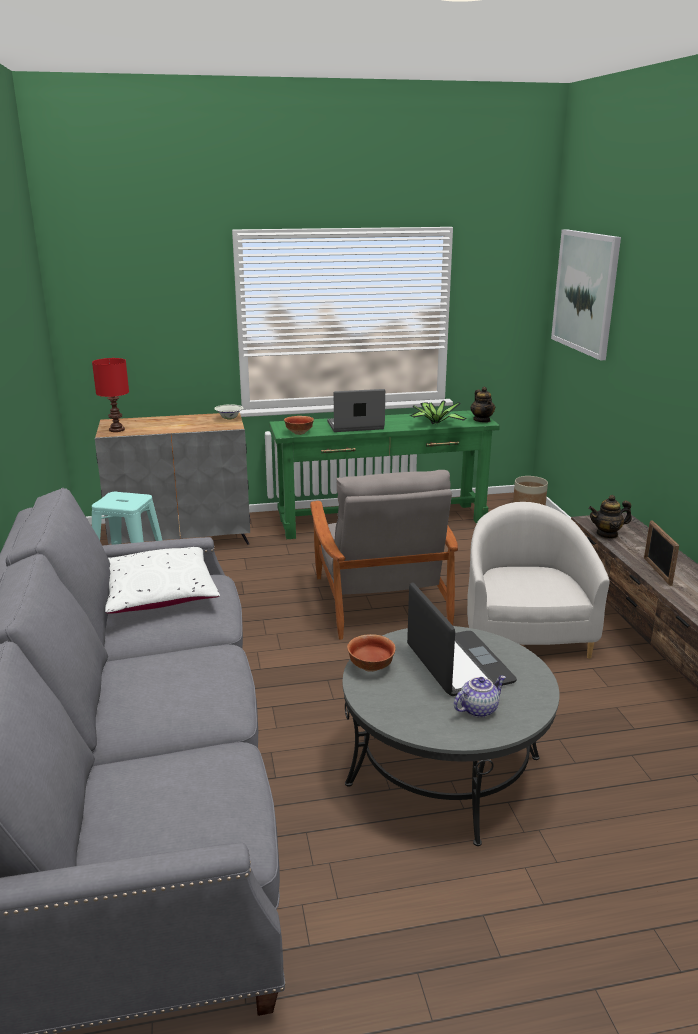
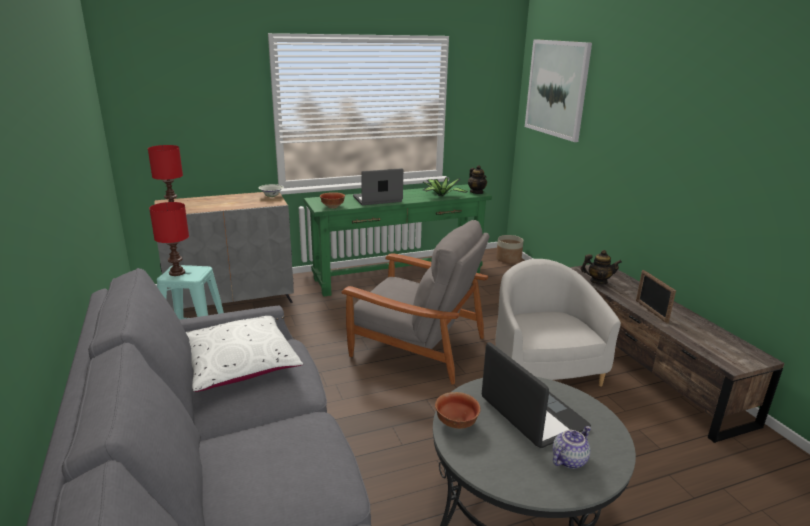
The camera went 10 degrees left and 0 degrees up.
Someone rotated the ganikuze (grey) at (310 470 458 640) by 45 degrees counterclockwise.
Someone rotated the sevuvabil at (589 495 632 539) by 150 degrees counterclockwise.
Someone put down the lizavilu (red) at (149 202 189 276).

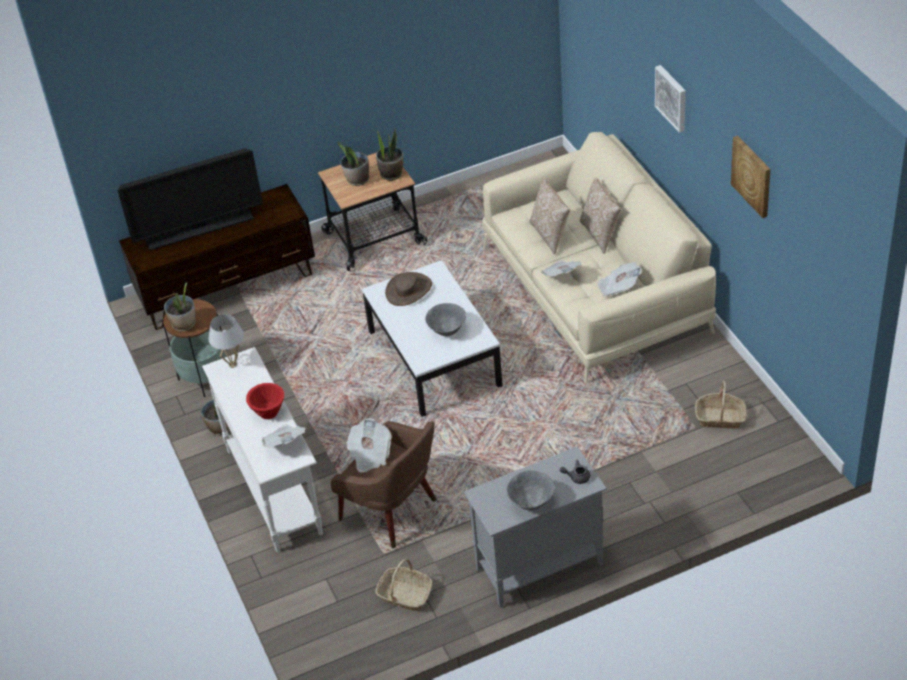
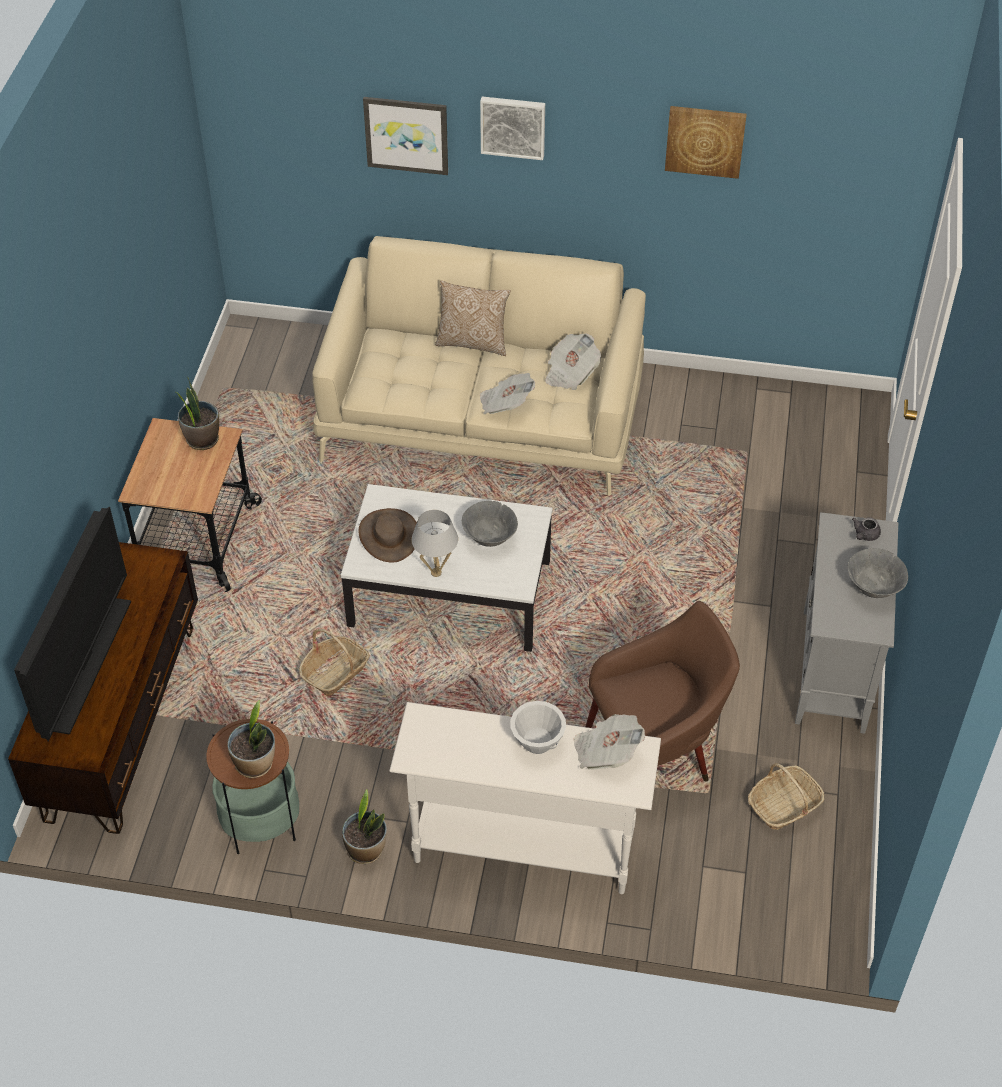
The camera went 60 degrees left and 5 degrees up.
Someone carried the lizavilu (white) from (209 314 244 368) to (411 510 458 577).
Someone repainted the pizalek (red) at (246 383 284 419), which became the pizalek (white) at (510 701 566 754).
Someone took away the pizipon at (338 142 369 186).
Someone took away the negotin at (346 418 392 473).
Someone took away the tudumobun at (530 179 570 255).
Someone carried the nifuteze from (695 380 747 428) to (299 629 370 696).
Someone put up the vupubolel at (363 97 448 175).

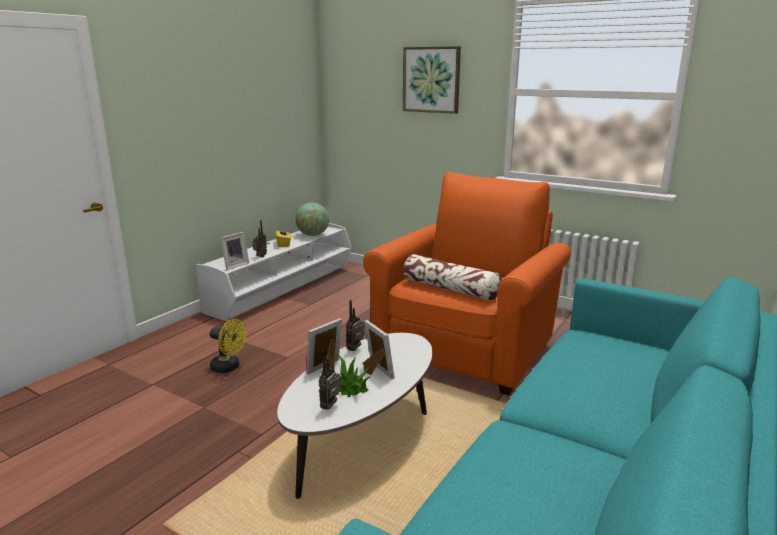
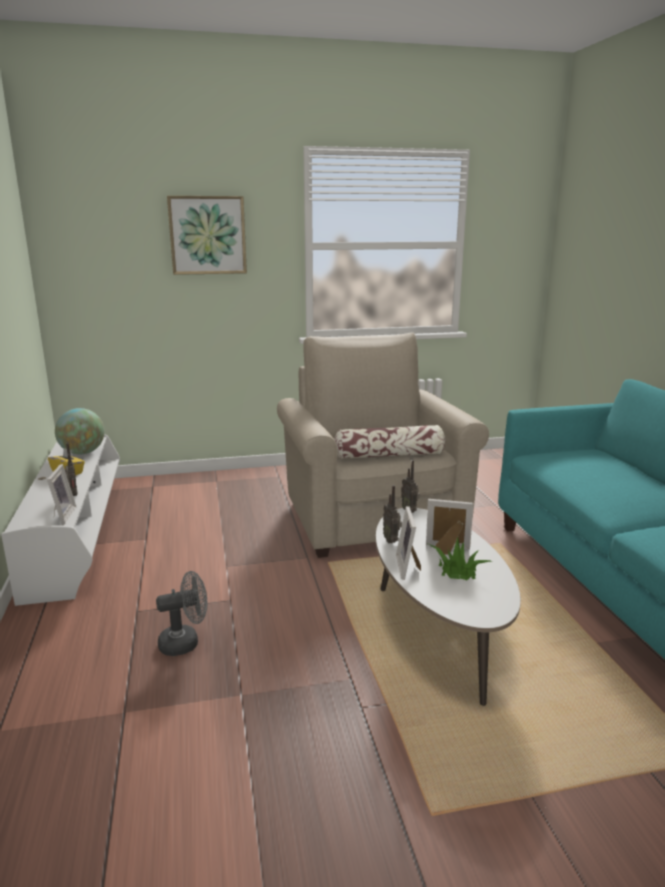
The camera went 45 degrees left and 0 degrees up.
Someone repainted the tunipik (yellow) at (210 319 247 373), which became the tunipik (grey) at (156 571 207 656).
Someone carried the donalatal from (319 350 341 410) to (401 460 420 513).
Someone repainted the ganikuze (orange) at (363 172 571 396), which became the ganikuze (beige) at (277 332 489 558).

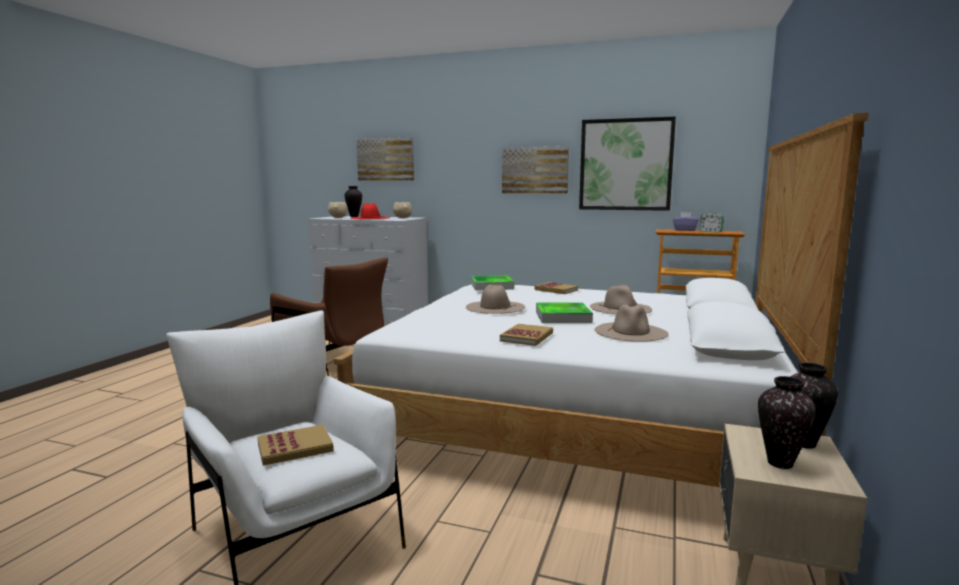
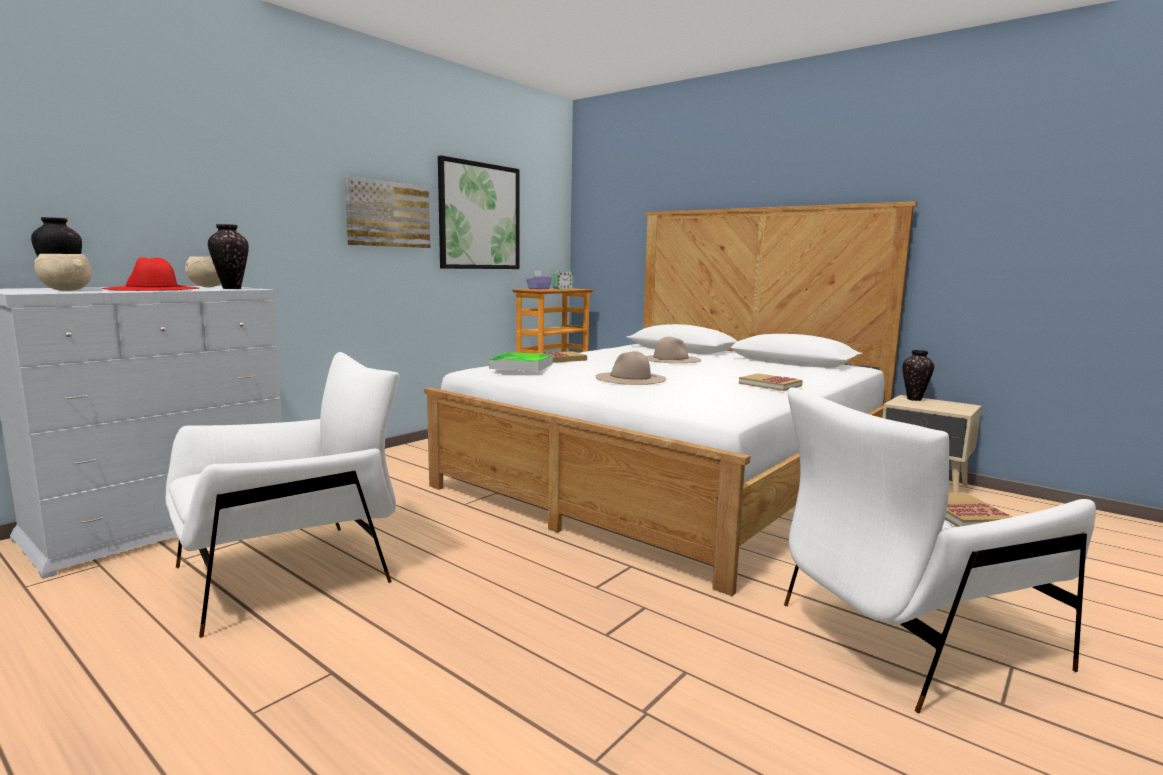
The camera went 70 degrees left and 0 degrees up.
Someone repainted the ganikuze (brown) at (270 257 388 376), which became the ganikuze (white) at (166 352 399 638).
Someone took away the vupubolel at (357 137 414 181).
Someone took away the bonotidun at (536 302 593 323).
Someone took away the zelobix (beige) at (595 304 669 342).
Someone carried the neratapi from (758 376 816 469) to (208 224 249 289).

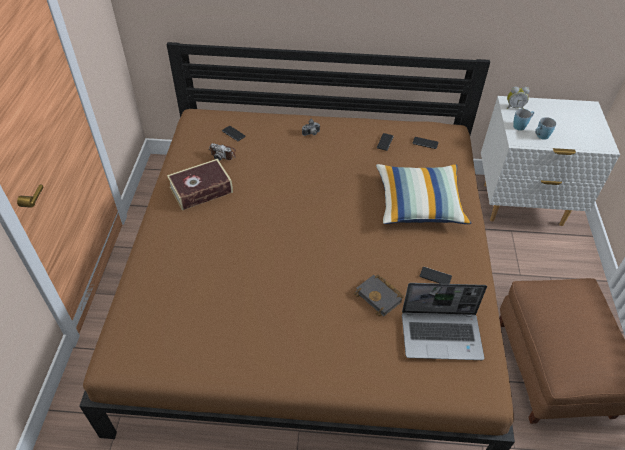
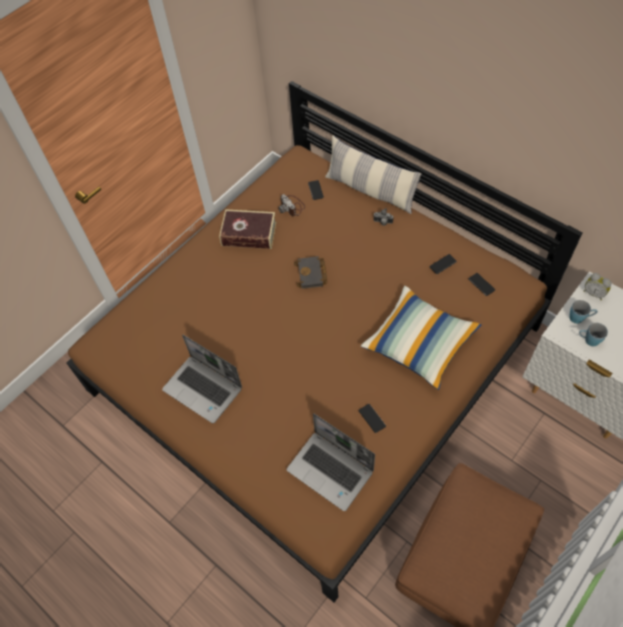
The camera went 40 degrees right and 10 degrees up.
Someone carried the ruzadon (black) from (354 275 404 317) to (294 256 327 289).
Someone put down the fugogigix at (162 334 242 423).
Someone put down the tudumobun at (325 135 422 214).

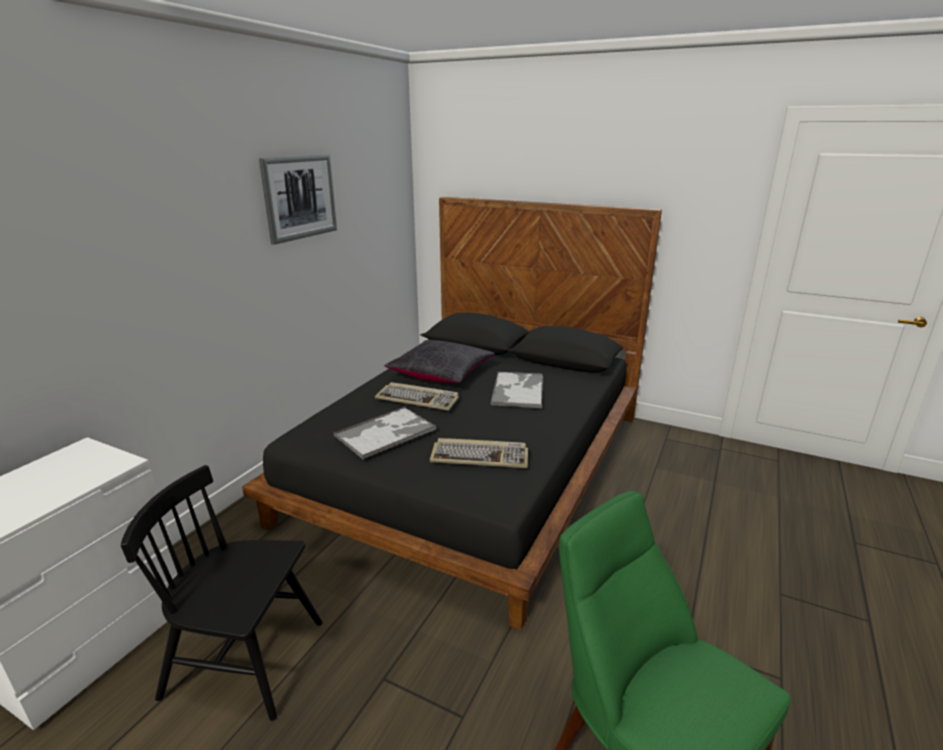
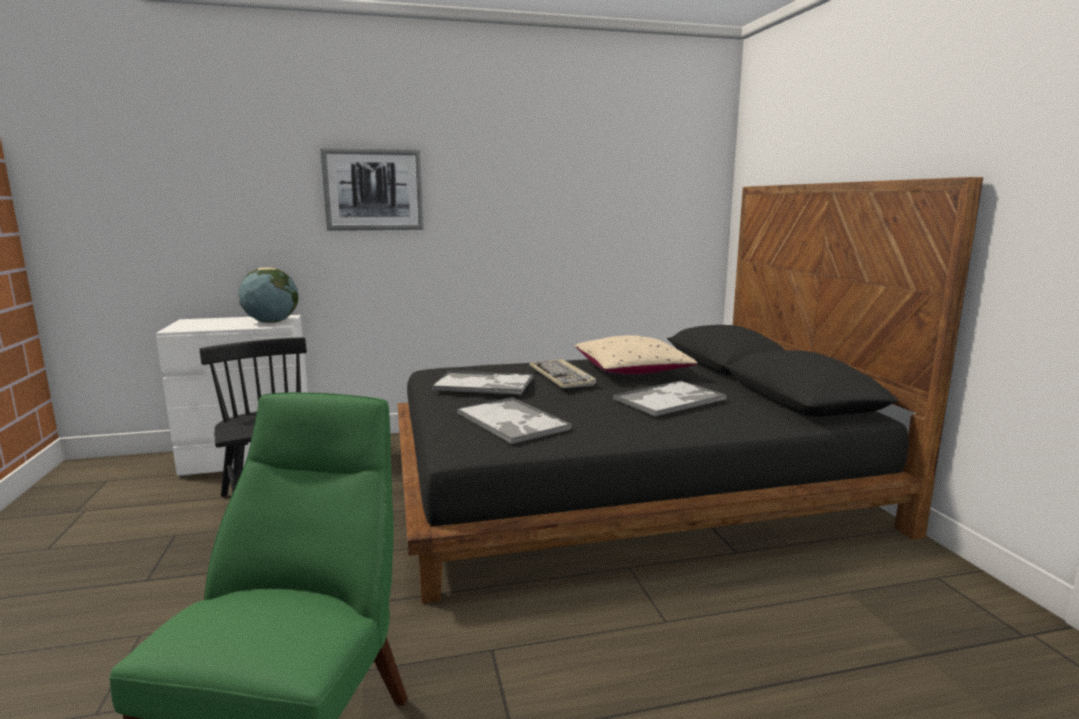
The camera went 50 degrees right and 10 degrees down.
Someone carried the vupubolel from (259 155 337 245) to (320 148 424 231).
Someone repainted the tudumobun (black) at (384 340 495 383), which became the tudumobun (beige) at (575 335 697 375).
Someone swapped the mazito at (430 438 528 468) for the bonotidun at (457 397 572 444).
Someone put down the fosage at (239 267 298 323).

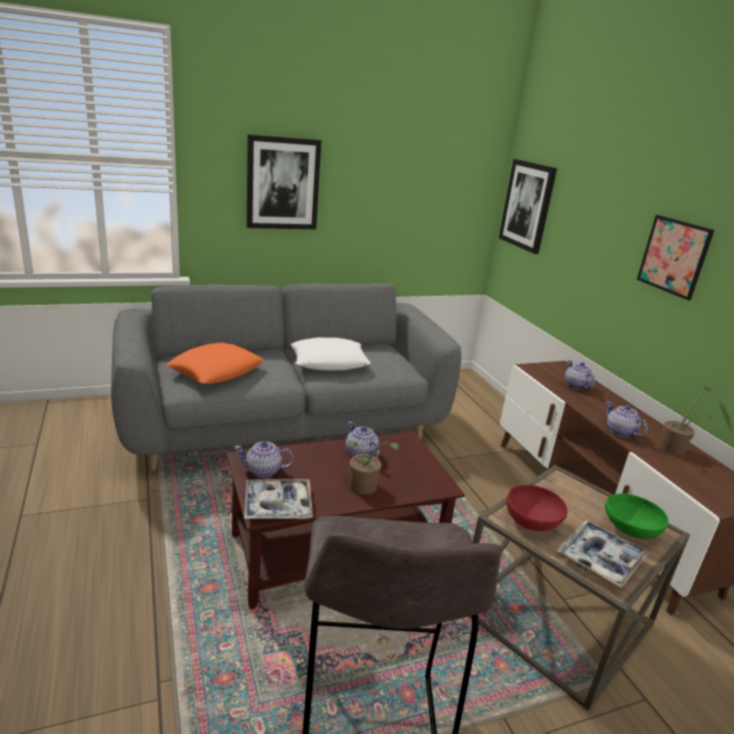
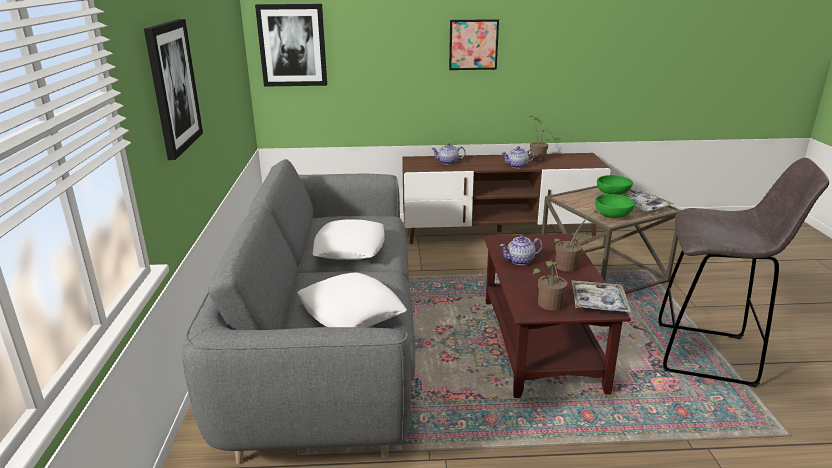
The camera went 70 degrees left and 0 degrees up.
Someone repainted the tudumobun (orange) at (167 343 264 384), which became the tudumobun (white) at (298 272 407 327).
Someone swapped the sevuvabil at (235 441 294 478) for the pizipon at (533 261 567 311).
Someone repainted the pizalek (red) at (506 485 568 531), which became the pizalek (green) at (595 194 635 218).

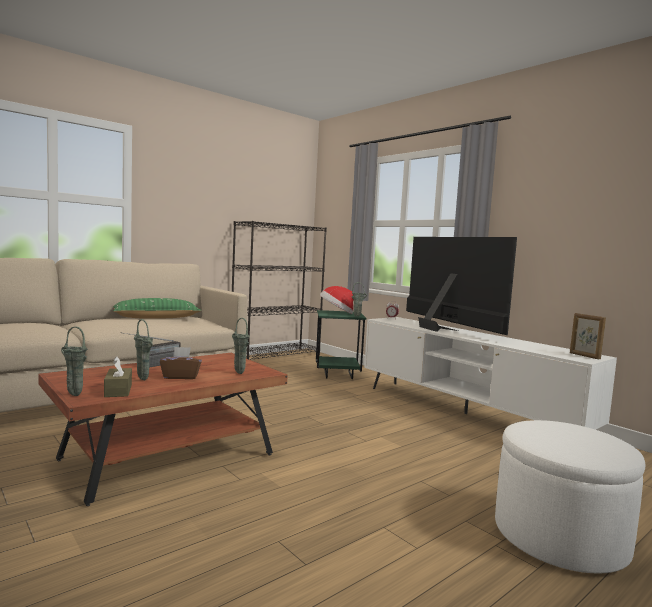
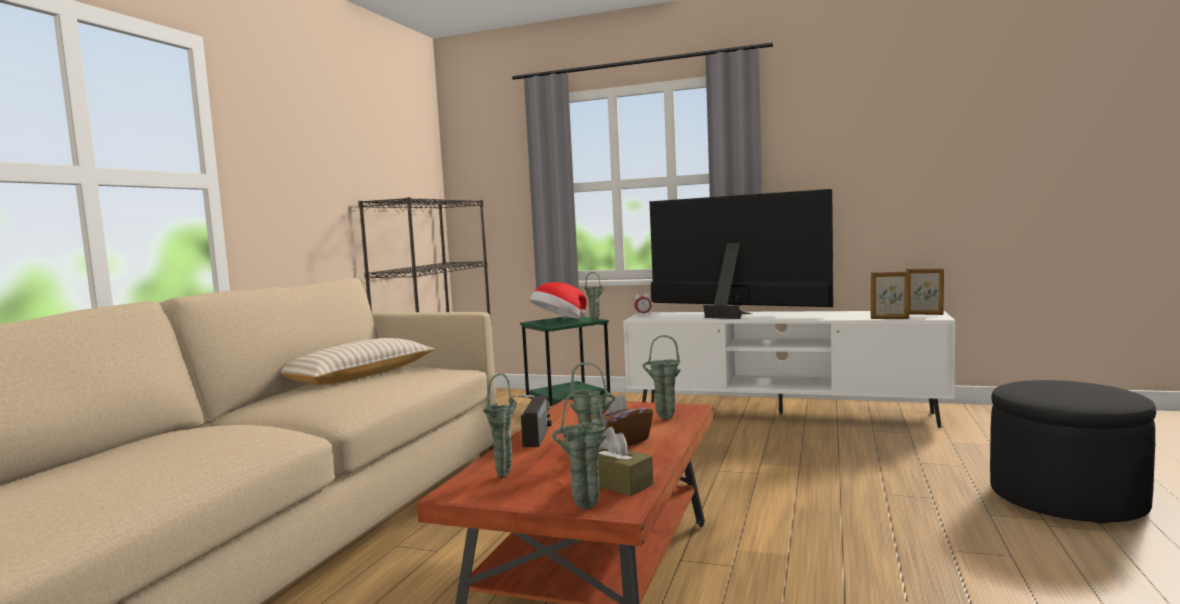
The camera went 30 degrees left and 0 degrees up.
Someone repainted the tudumobun (green) at (113 298 202 319), which became the tudumobun (beige) at (281 338 435 385).
Someone repainted the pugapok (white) at (495 420 645 573), which became the pugapok (black) at (990 380 1156 523).
Someone put down the neratapi (green) at (483 373 517 478).
Someone put down the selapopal at (871 271 910 319).

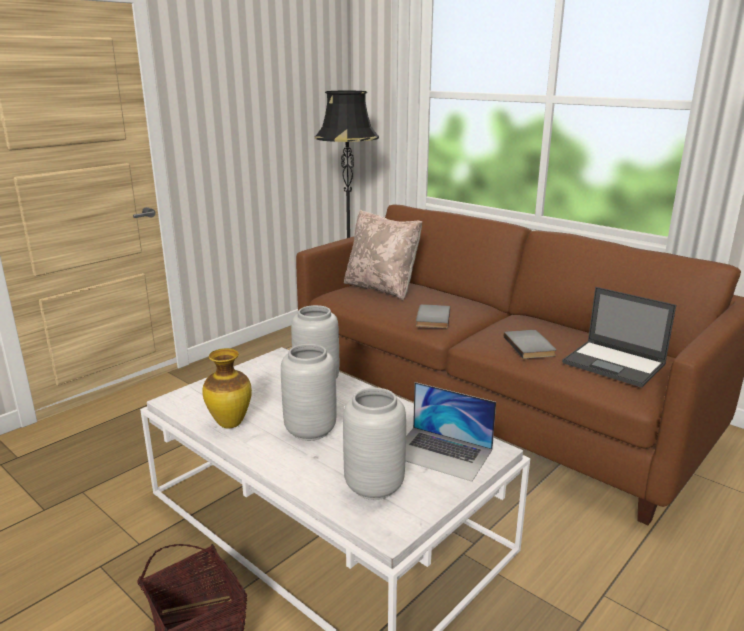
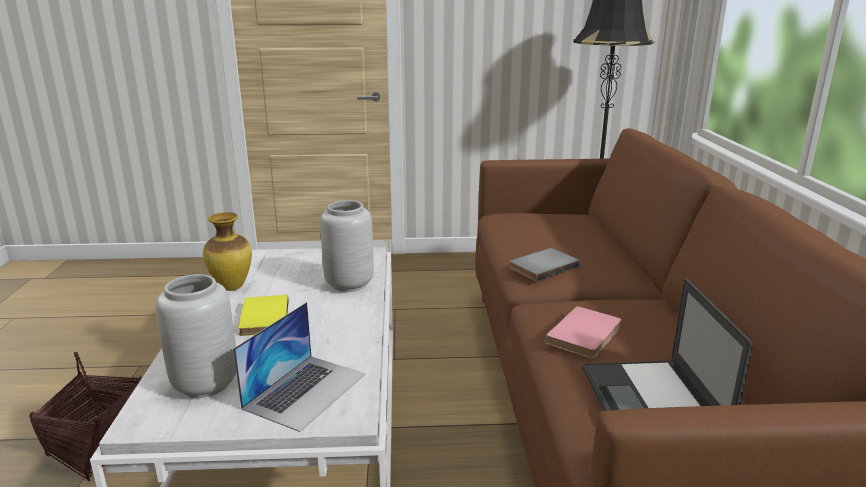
The camera went 45 degrees right and 0 degrees up.
Someone swapped the neratapi (grey) at (281 344 337 441) for the ruzadon (yellow) at (238 295 289 336).
Someone took away the tudumobun (beige) at (344 210 422 301).
Someone rotated the fugogigix at (405 382 496 482) by 135 degrees counterclockwise.
Someone repainted the ruzadon (grey) at (504 330 556 359), which became the ruzadon (pink) at (545 306 621 358).

